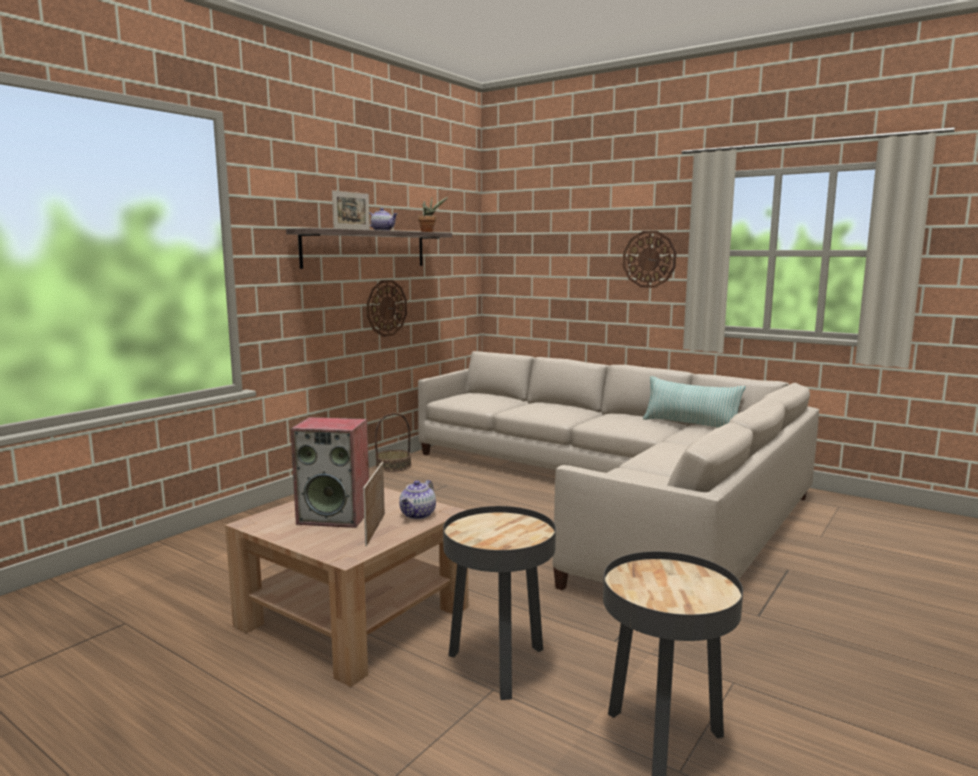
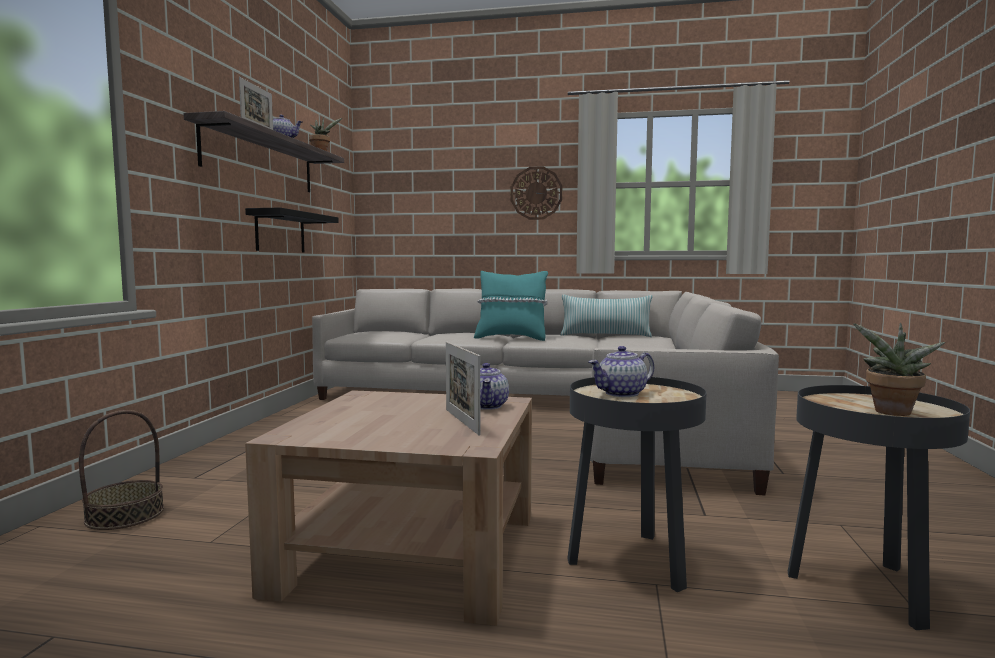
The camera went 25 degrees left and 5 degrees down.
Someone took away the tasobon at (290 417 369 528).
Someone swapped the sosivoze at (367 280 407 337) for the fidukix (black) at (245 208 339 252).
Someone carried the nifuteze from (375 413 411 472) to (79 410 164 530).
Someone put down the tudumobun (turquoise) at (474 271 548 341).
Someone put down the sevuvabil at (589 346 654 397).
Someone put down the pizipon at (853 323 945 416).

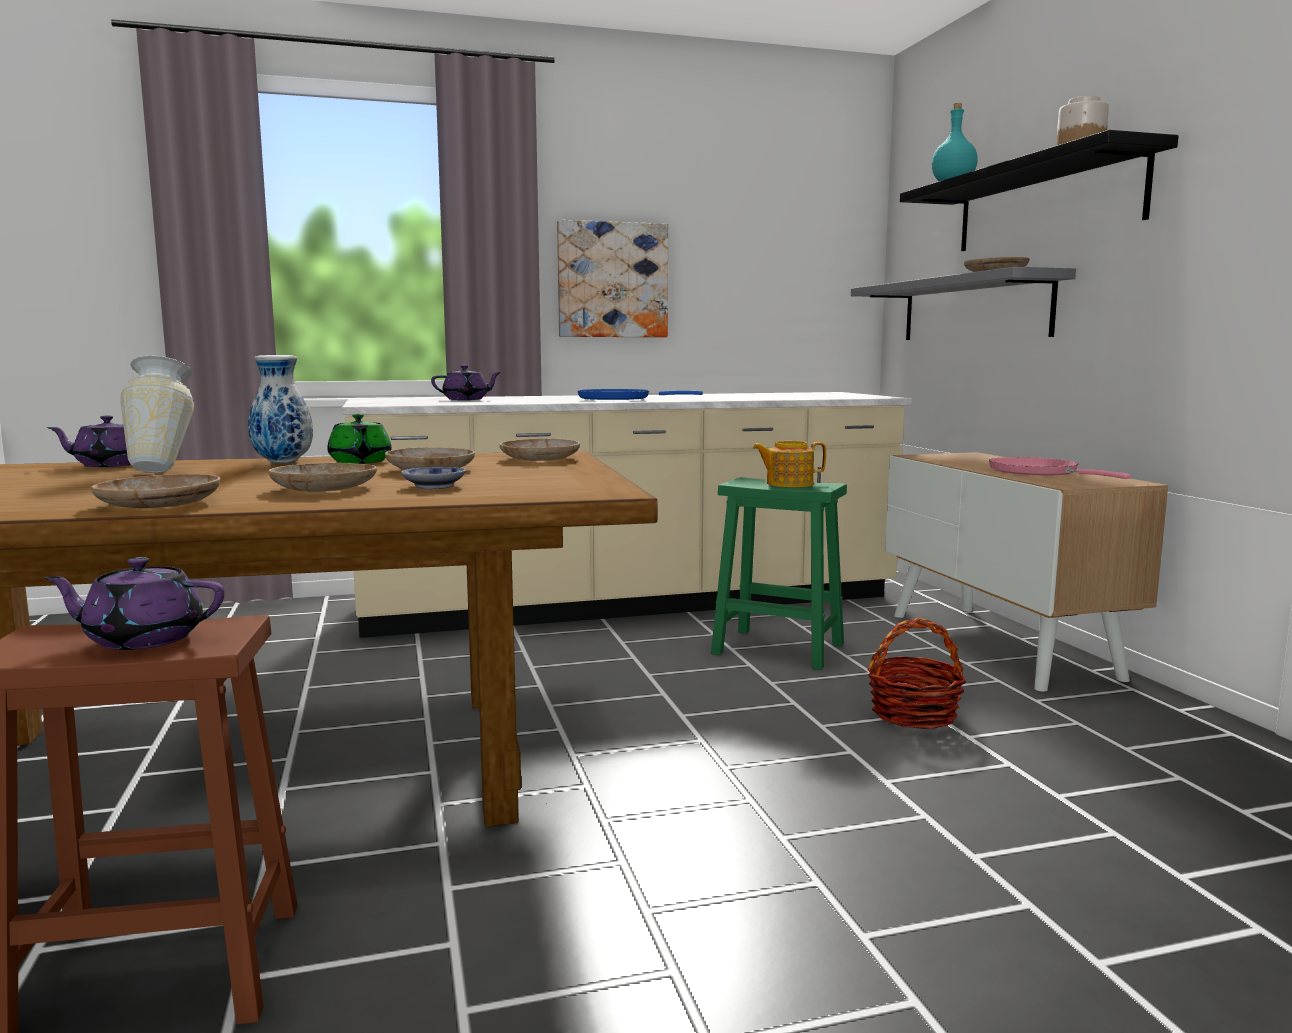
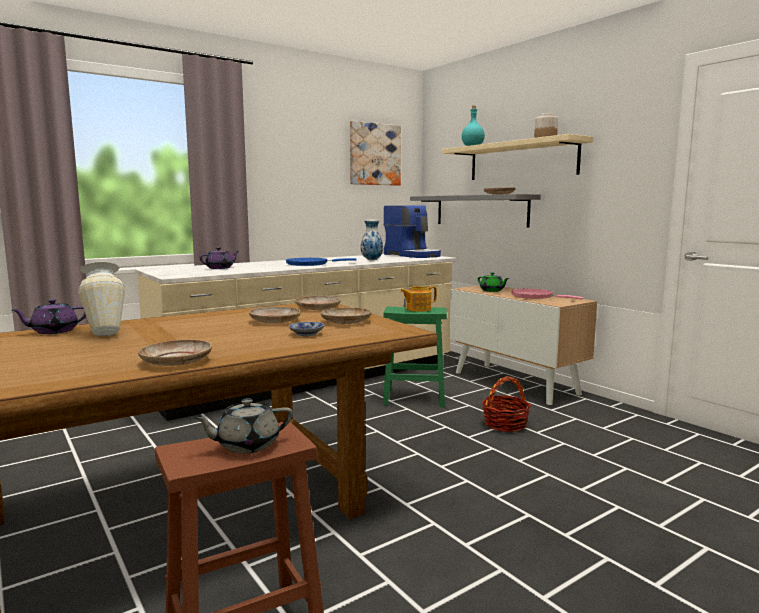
The camera went 20 degrees left and 0 degrees up.
Someone repainted the sevuvabil (purple) at (43 557 225 650), which became the sevuvabil (grey) at (192 398 293 453).
Someone carried the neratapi from (248 355 313 463) to (361 220 383 260).
Someone carried the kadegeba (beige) from (268 463 377 492) to (321 307 372 324).
Someone carried the sevuvabil (green) from (327 414 392 464) to (478 273 509 292).
Someone carried the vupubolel from (557 220 668 337) to (350 121 401 186).
Someone repainted the fidukix (black) at (900 130 1178 251), which became the fidukix (beige) at (442 134 593 180).
Someone put down the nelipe at (384 205 441 258).

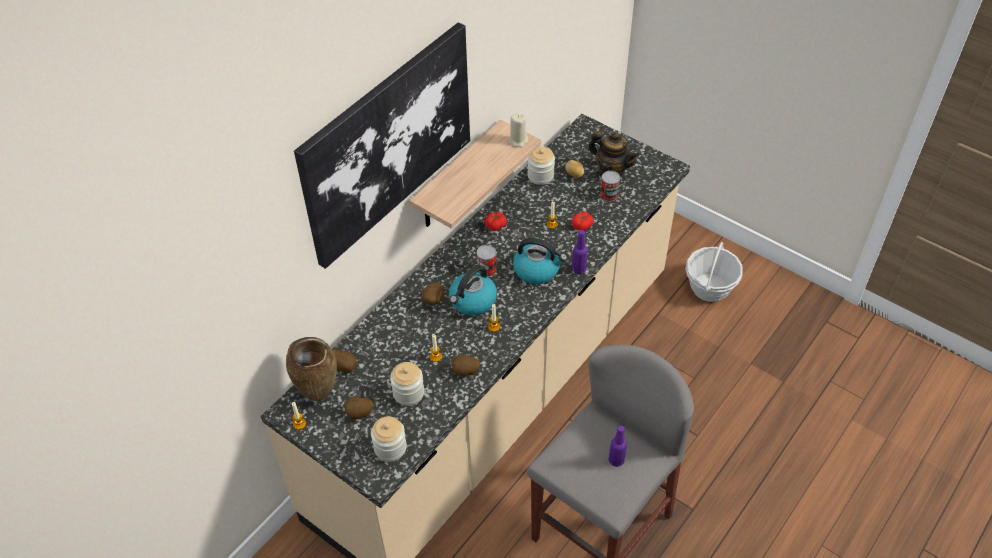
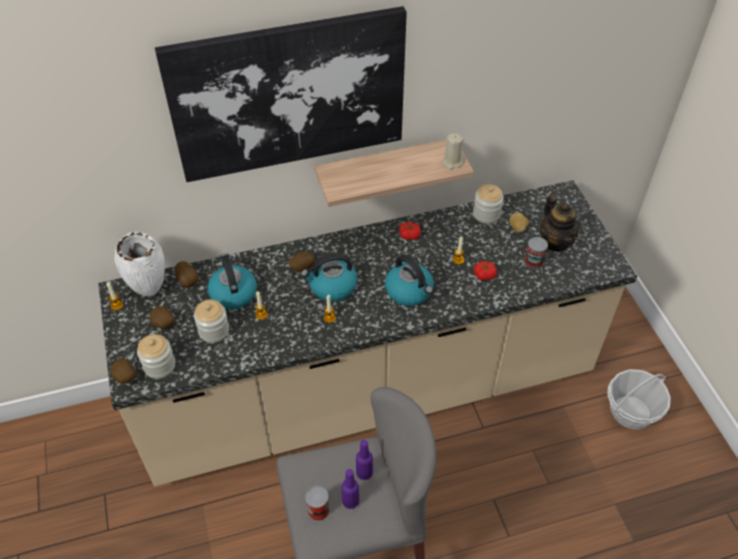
The camera went 35 degrees right and 0 degrees up.
Someone repainted the neratapi (brown) at (286 337 337 401), which became the neratapi (white) at (115 232 165 297).
Someone carried the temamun from (452 354 480 376) to (110 358 136 384).
Someone carried the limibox from (477 245 497 277) to (305 486 330 521).
Someone carried the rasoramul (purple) from (572 230 588 274) to (356 440 373 480).
Someone put down the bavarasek at (208 253 257 309).

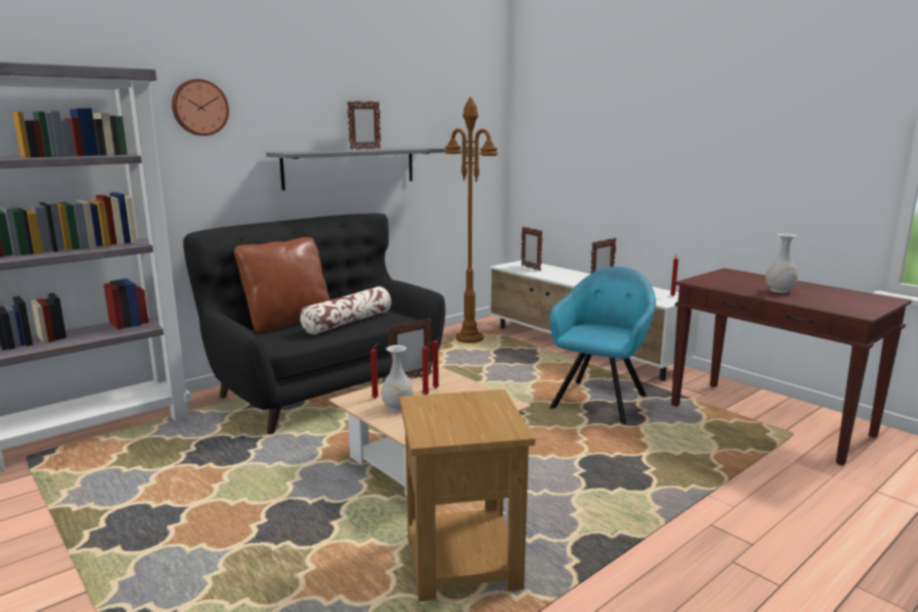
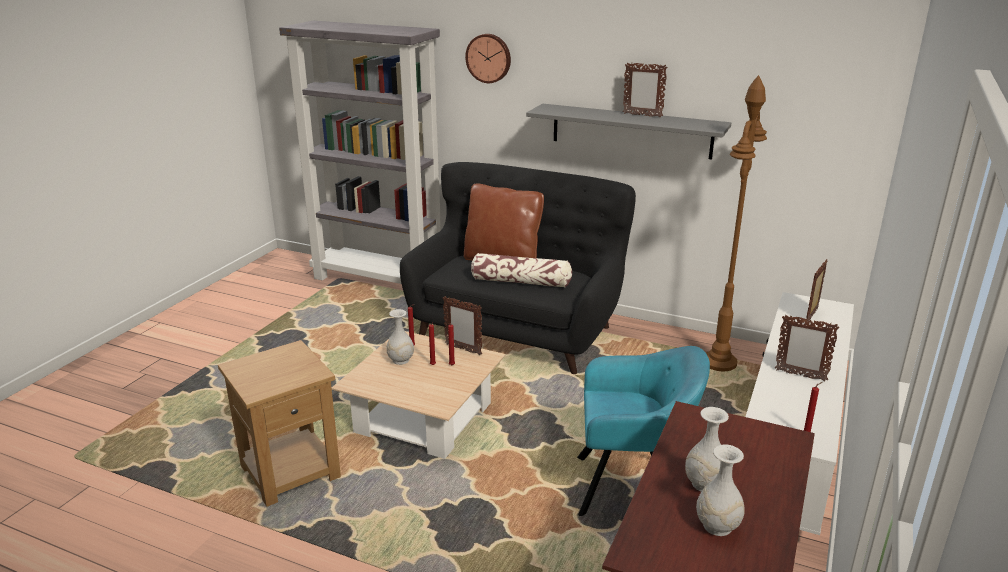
The camera went 65 degrees right and 10 degrees up.
Someone put down the neratapi (white) at (696 444 745 536).

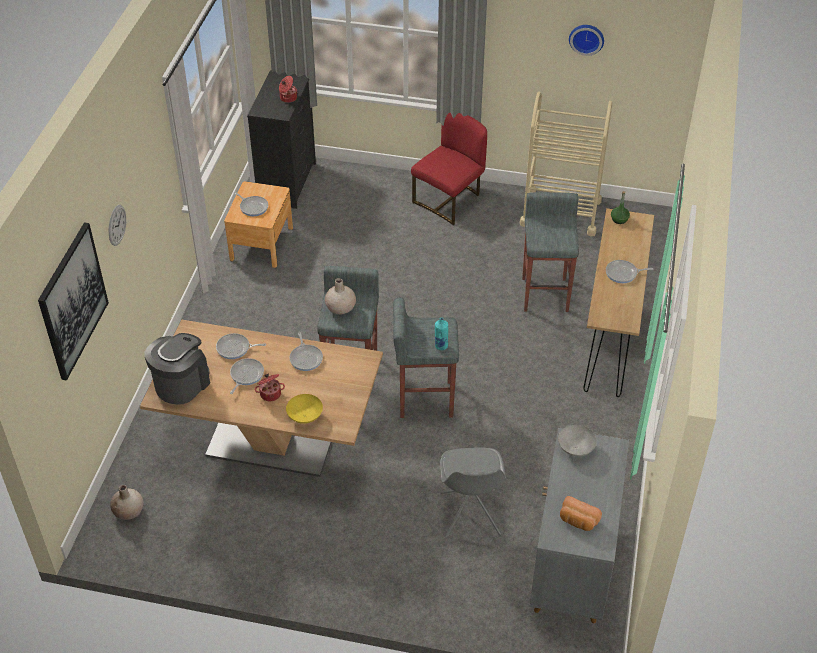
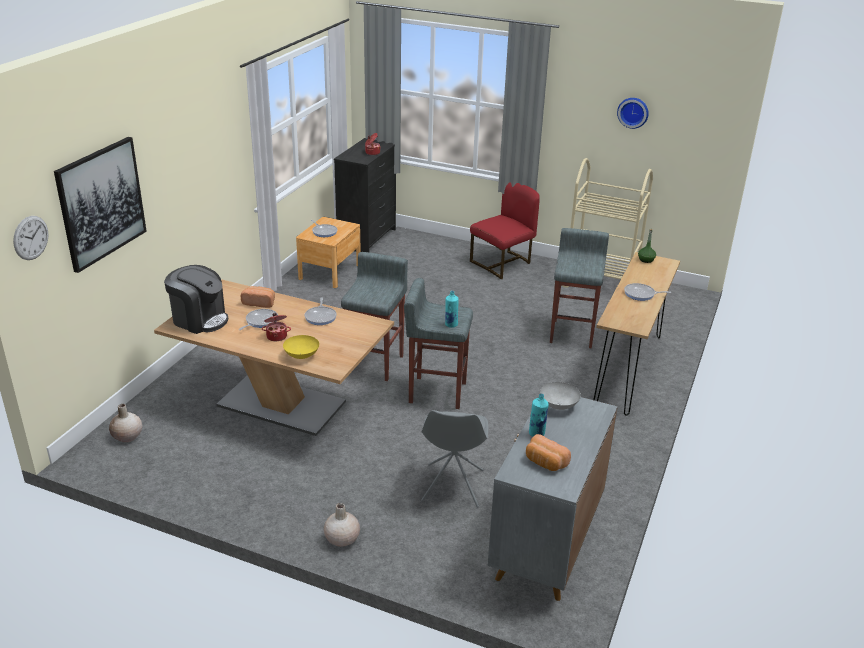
The camera went 10 degrees right and 15 degrees down.
Someone carried the sosivoze from (109 205 126 246) to (13 216 48 260).
Someone rotated the nelipe at (144 333 210 404) by 75 degrees clockwise.
Someone swapped the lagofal at (216 333 266 359) for the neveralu at (241 286 275 308).
Someone carried the neratapi (beige) from (325 278 356 314) to (324 503 360 547).
Someone put down the rasoramul (turquoise) at (529 394 549 437).

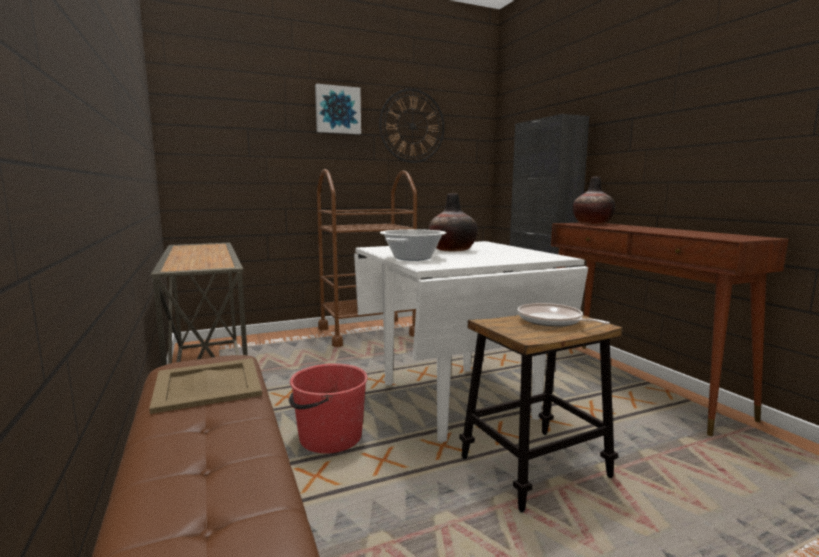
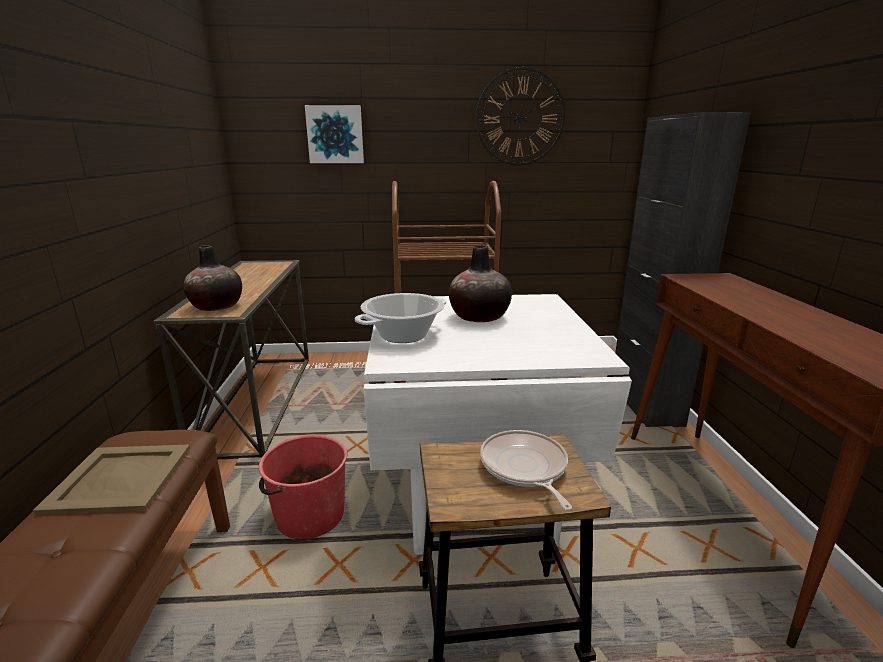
The camera went 20 degrees right and 10 degrees up.
Someone carried the vupubolel from (315 84 361 134) to (305 105 364 163).
Someone carried the neratapi from (573 177 615 224) to (183 245 242 311).

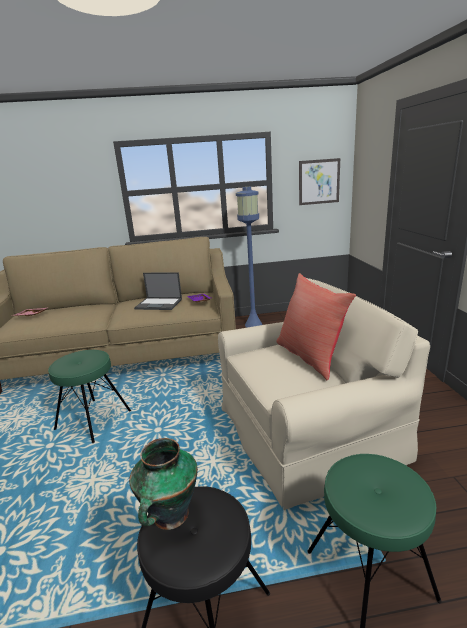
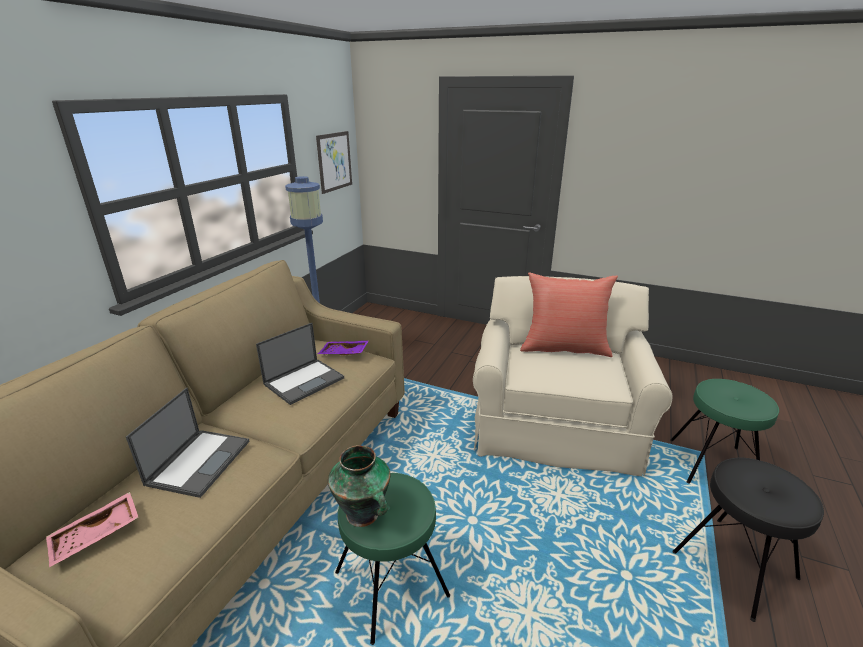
The camera went 60 degrees left and 5 degrees up.
Someone carried the neratapi from (129 438 198 530) to (328 445 390 527).
Someone put down the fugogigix at (126 387 250 498).

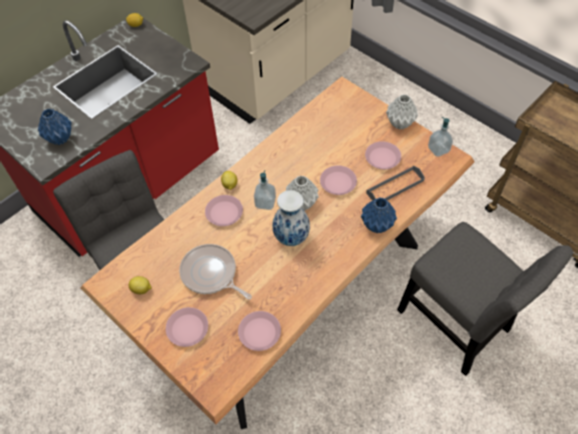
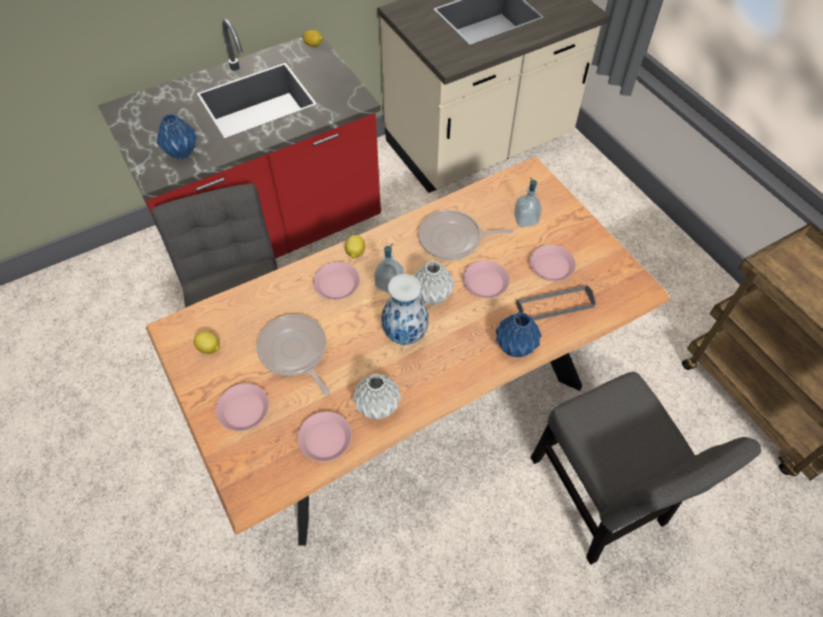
The camera went 15 degrees right and 0 degrees up.
Someone carried the neratapi (grey) from (386 94 418 130) to (352 373 401 419).
Someone carried the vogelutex from (428 117 453 157) to (514 178 542 227).
Someone put down the lagofal at (418 210 513 260).

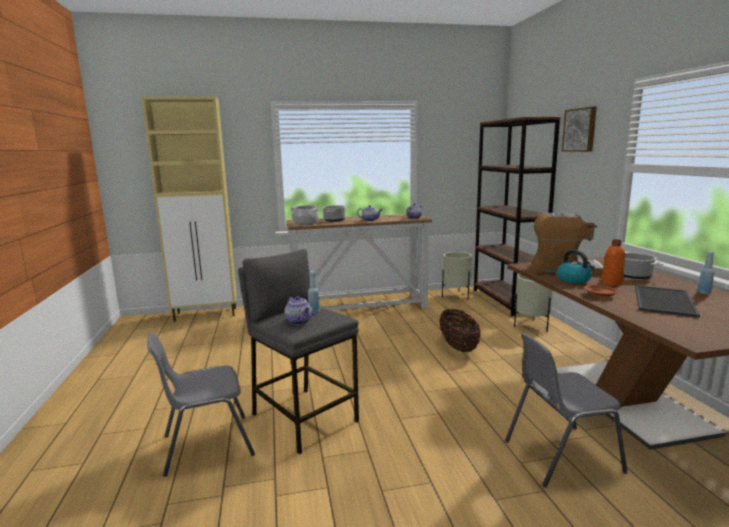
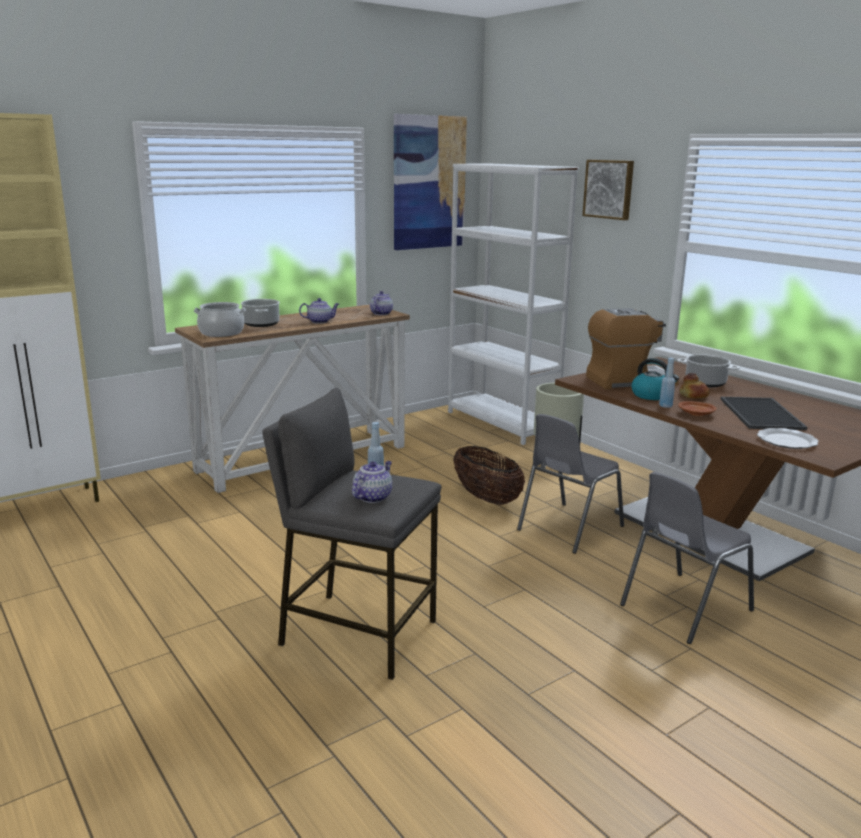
The camera went 25 degrees left and 5 degrees up.
Someone carried the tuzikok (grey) from (147 332 255 477) to (517 414 624 554).
Someone rotated the sevuvabil at (285 296 312 325) by 90 degrees counterclockwise.
Someone took away the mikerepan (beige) at (442 252 472 300).
Someone repainted the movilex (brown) at (474 117 561 316), which became the movilex (white) at (448 164 579 445).
Someone swapped the rasoramul (orange) at (601 239 625 286) for the neveralu at (679 373 710 399).
Someone carried the rasoramul (blue) from (697 251 714 294) to (659 358 675 408).
Someone put up the vupubolel at (394 114 467 250).
Someone put down the kadegeba at (757 428 819 449).

